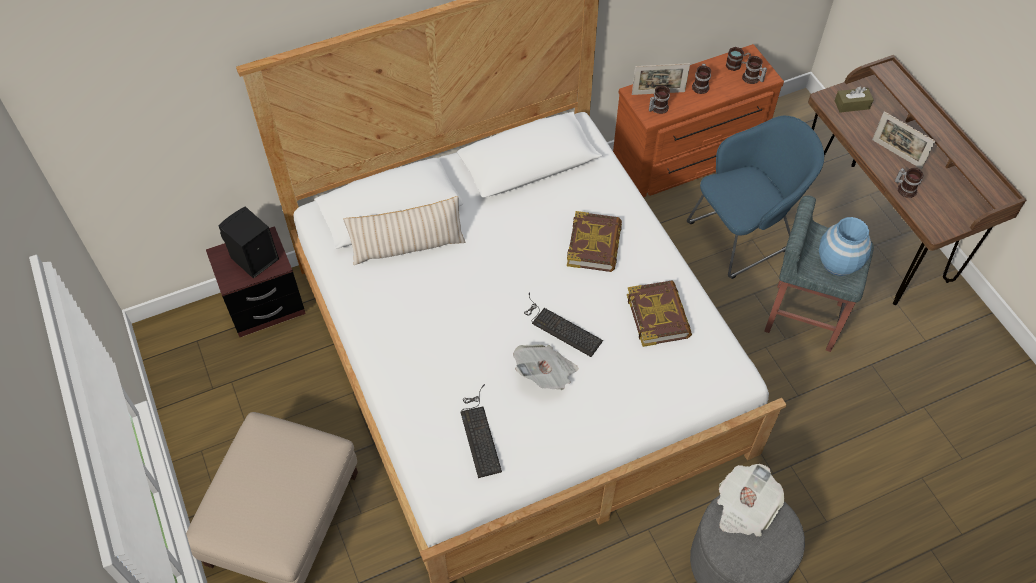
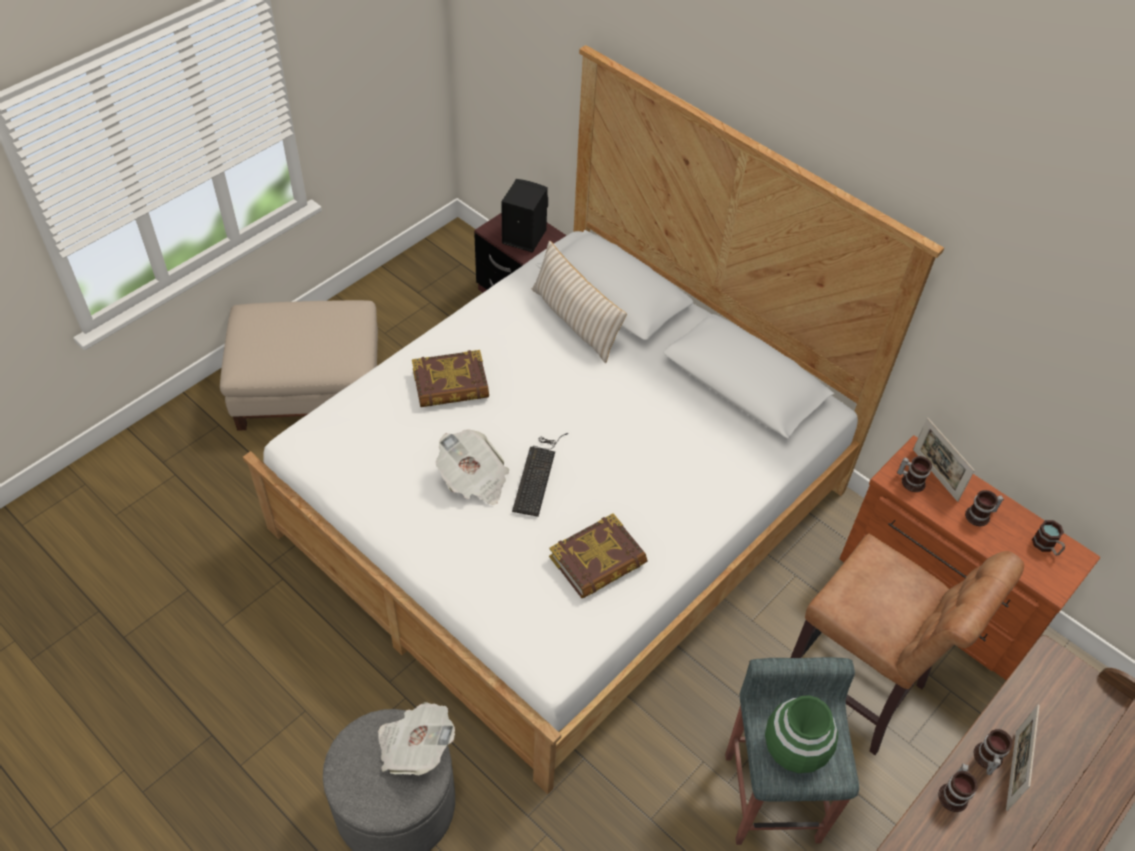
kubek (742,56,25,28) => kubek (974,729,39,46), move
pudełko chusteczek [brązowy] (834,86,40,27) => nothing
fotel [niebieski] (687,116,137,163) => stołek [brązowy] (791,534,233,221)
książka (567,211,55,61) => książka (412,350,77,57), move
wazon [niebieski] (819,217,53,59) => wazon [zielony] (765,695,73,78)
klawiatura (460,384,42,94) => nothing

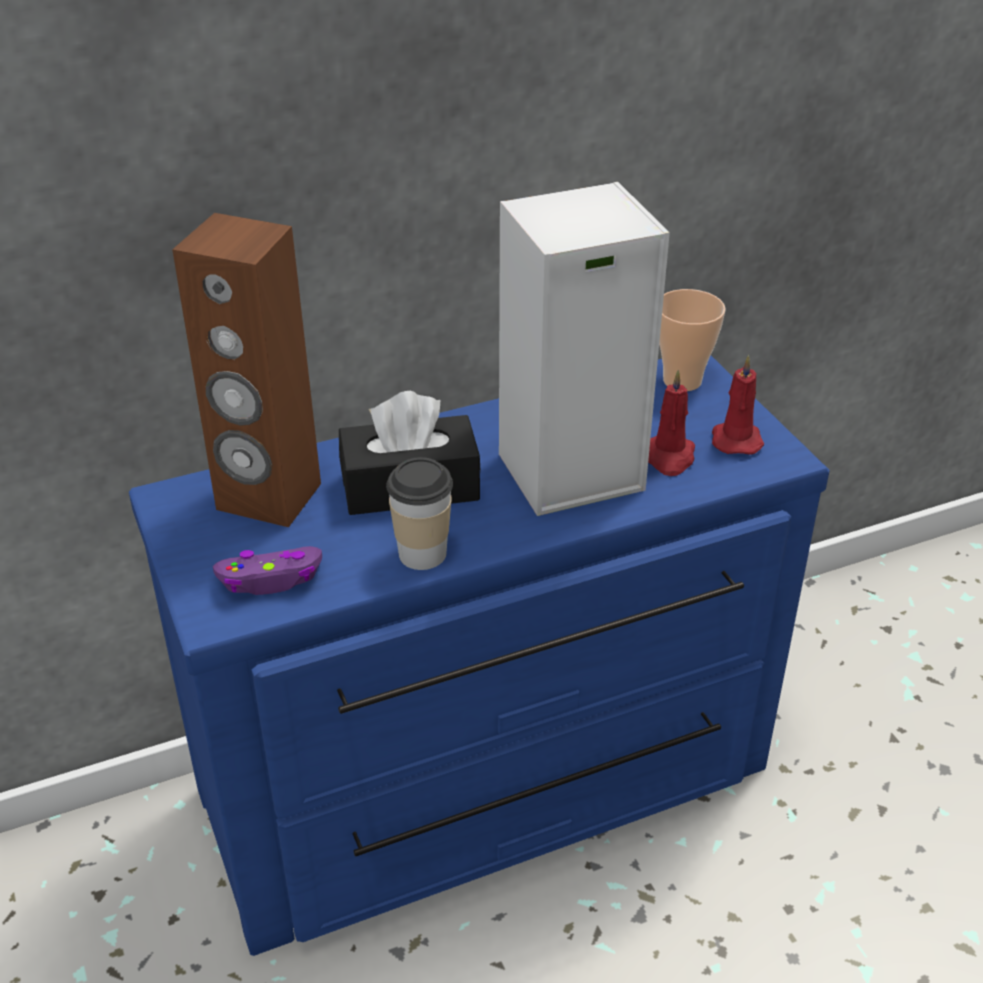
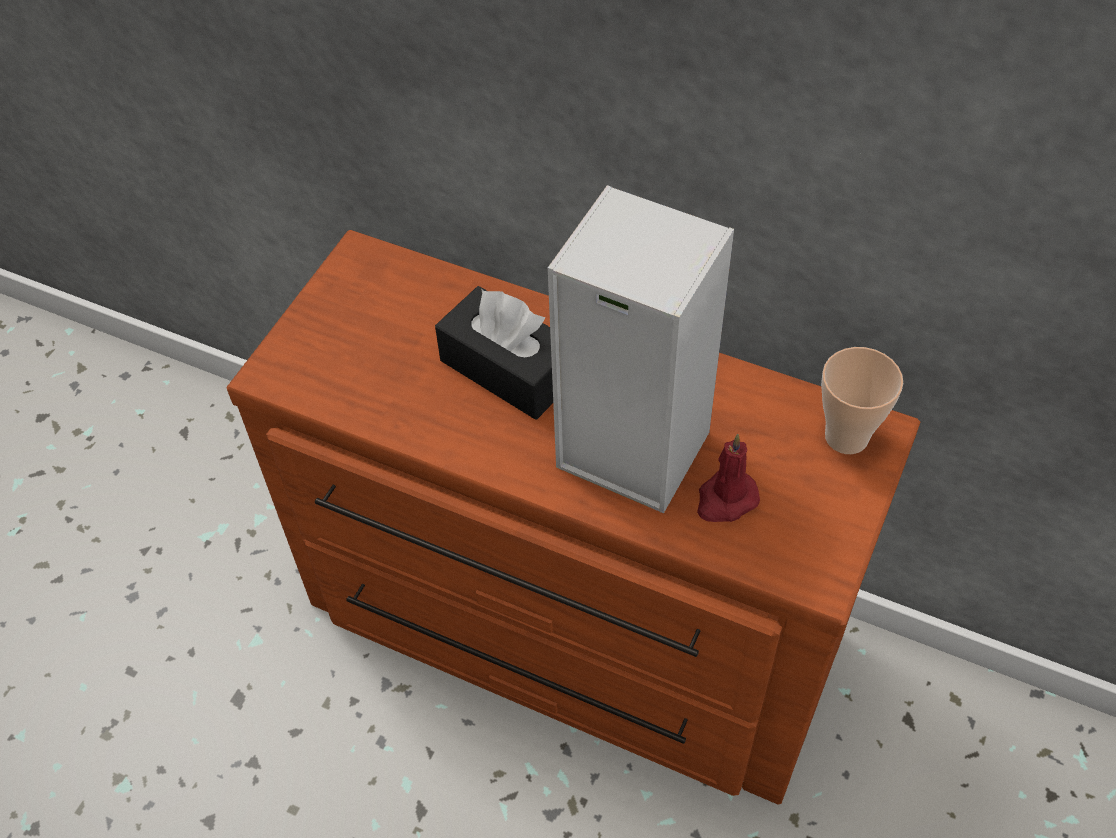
głośnik [brązowy] (172,213,149,314) => nothing
świeca [czerwony] (712,355,52,100) => nothing
komoda [niebieski] (129,356,701,600) => komoda [brązowy] (226,230,694,574)
filiżanka (386,457,67,113) => nothing
pad do gier [fioletowy] (213,546,109,49) => nothing

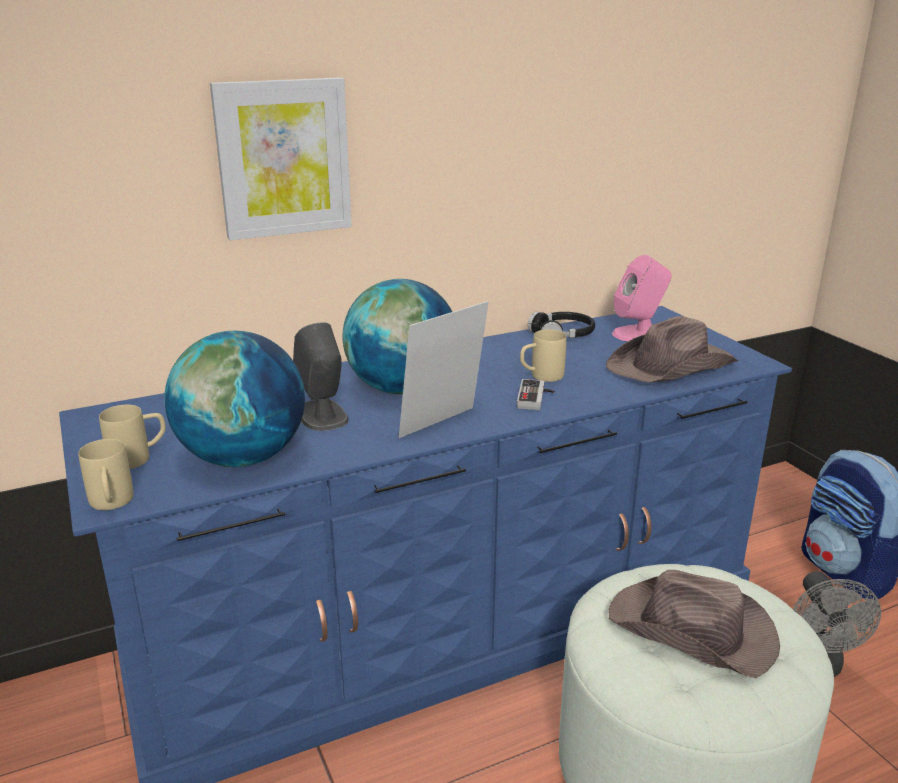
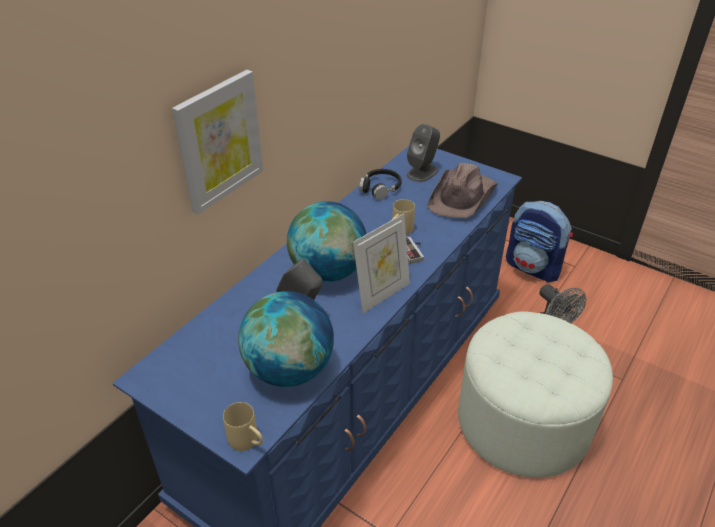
głośnik [różowy] (612,255,60,86) => głośnik [szary] (407,124,33,58)
ramka na zdjęcie (399,301,90,137) => ramka na zdjęcie (353,214,57,99), 150 degrees counterclockwise
kubek [beżowy] (99,405,67,64) => nothing
kapelusz [brązowy] (609,570,171,108) => nothing

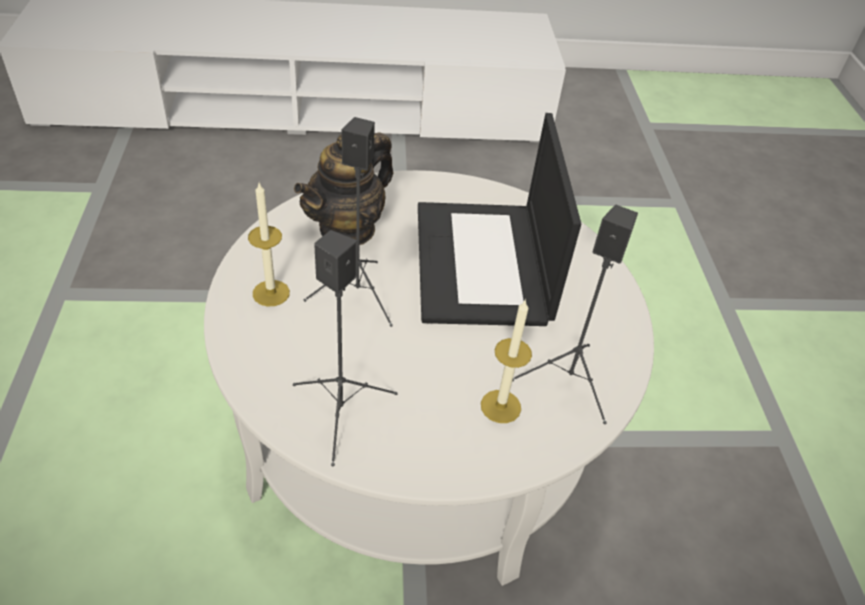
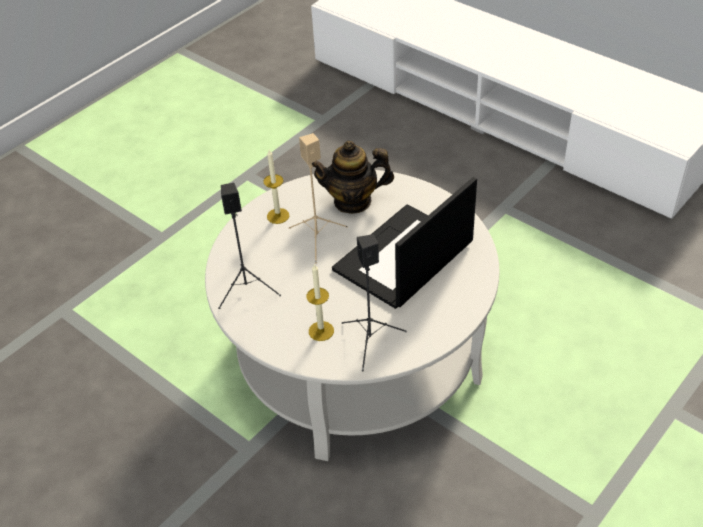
głośnik [czarny] (304,117,89,210) => głośnik [beżowy] (289,133,59,131)

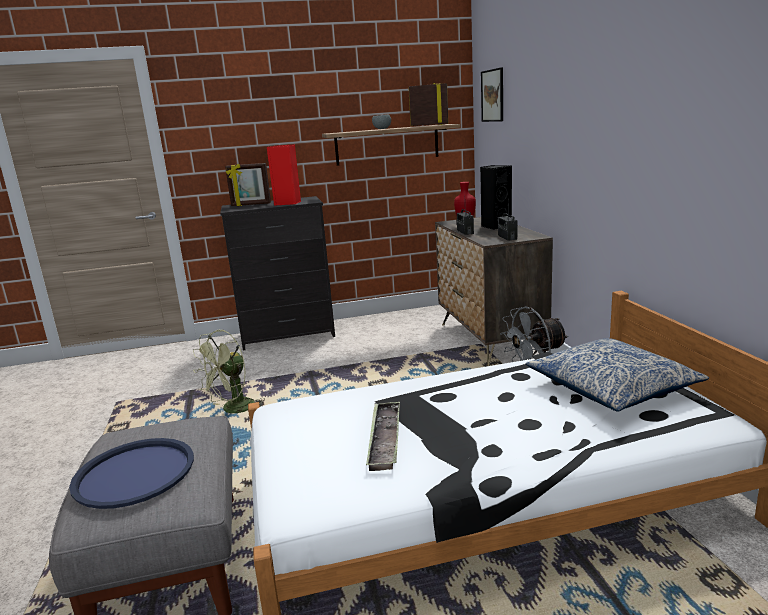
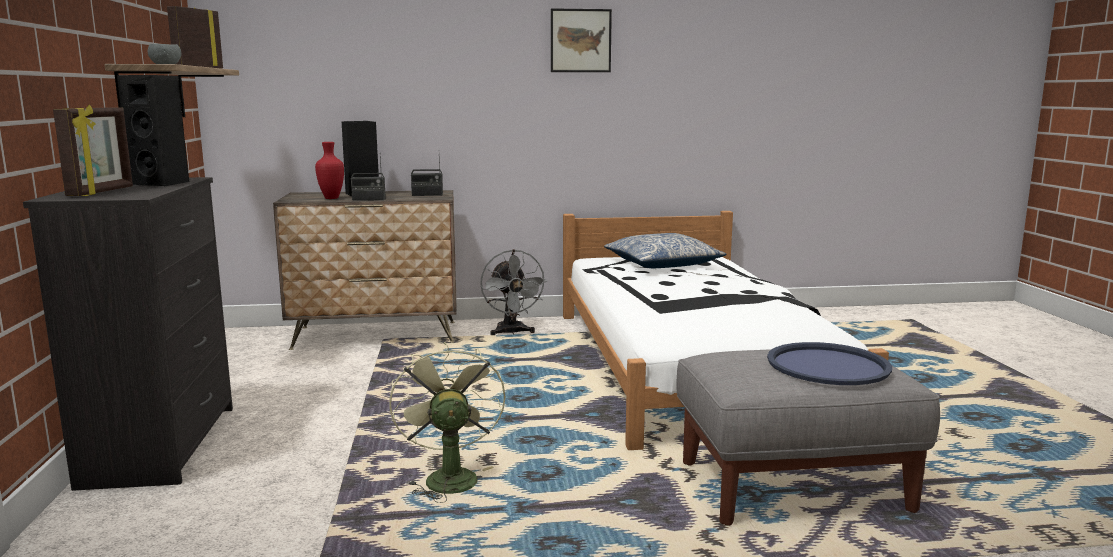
obraz (481,67,22,55) => obraz (551,8,61,64), move
głośnik [czerwony] (267,144,34,62) => głośnik [czarny] (117,75,72,111)
wentylator [zielony] (193,330,72,83) => wentylator [zielony] (389,342,117,161), 150 degrees counterclockwise
taca (366,402,34,69) => nothing

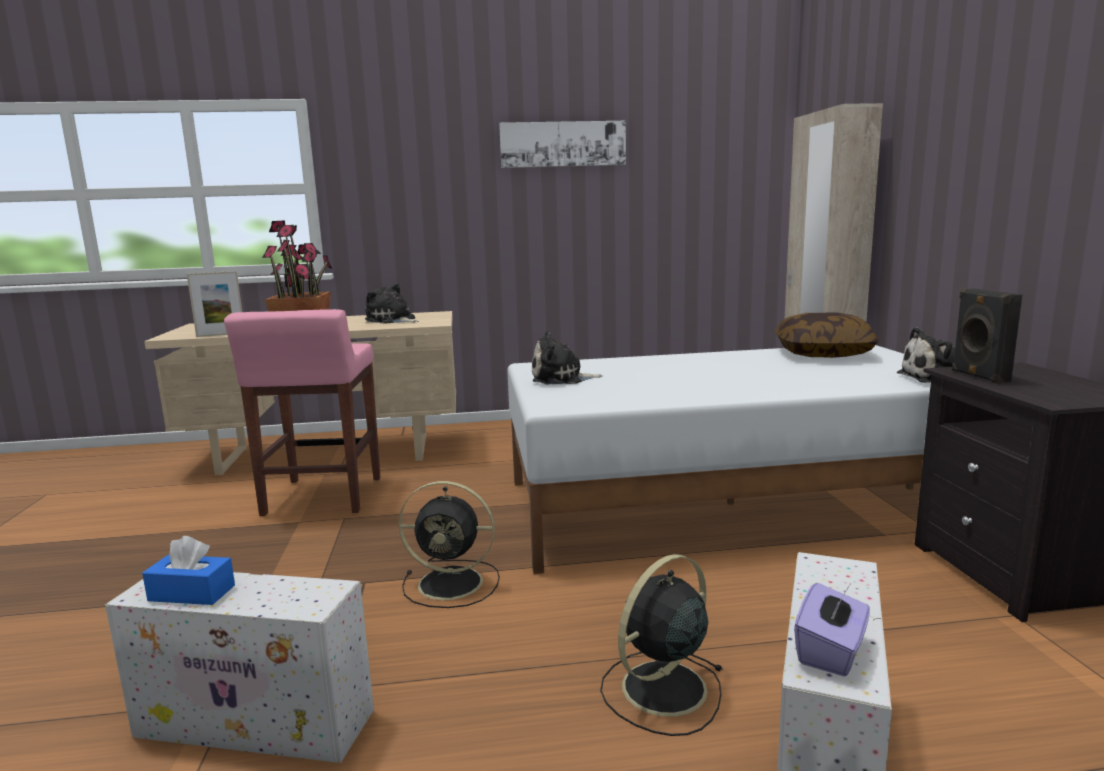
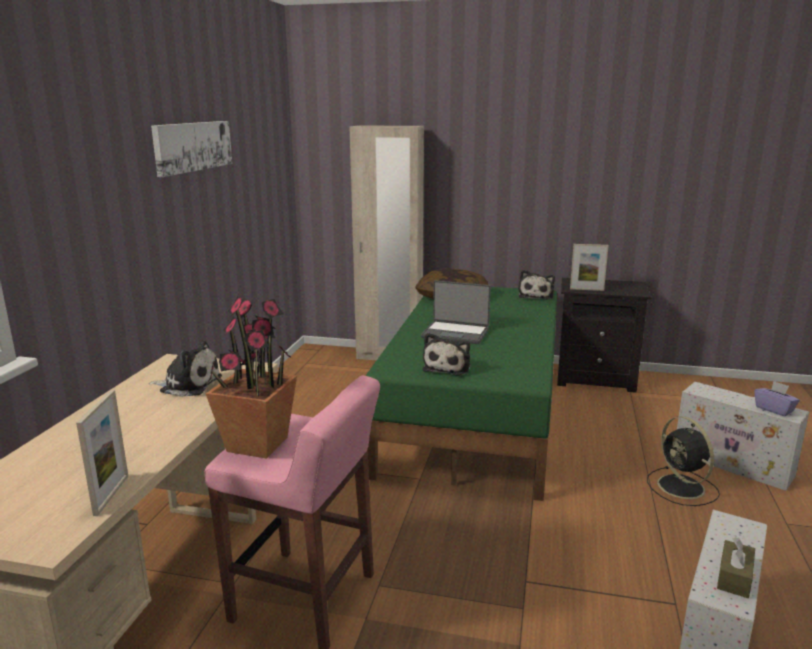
pluszak (365,283,54,41) => pluszak (148,341,74,56), 135 degrees counterclockwise
głośnik [czarny] (952,288,70,96) => ramka na zdjęcie (570,244,39,47)
łóżko [biały] (507,345,424,229) => łóżko [zielony] (366,287,191,214)
wentylator [czarny] (399,481,101,127) => nothing
pudełko chusteczek [niebieski] (142,536,93,69) => pudełko chusteczek [brązowy] (717,537,38,61)
nothing => laptop (421,280,70,64)

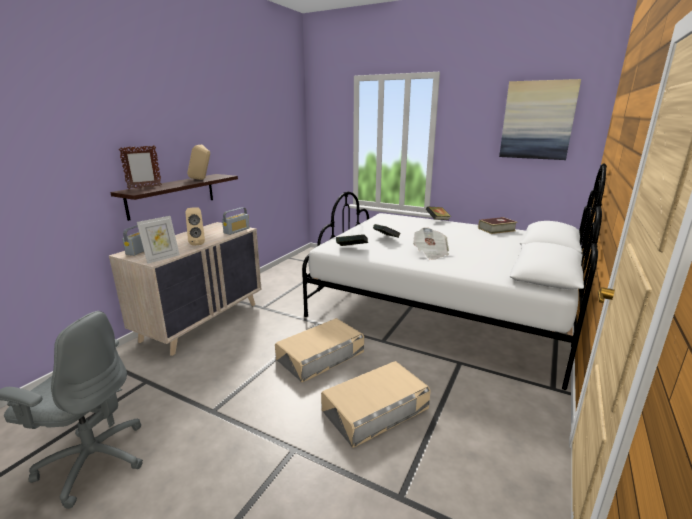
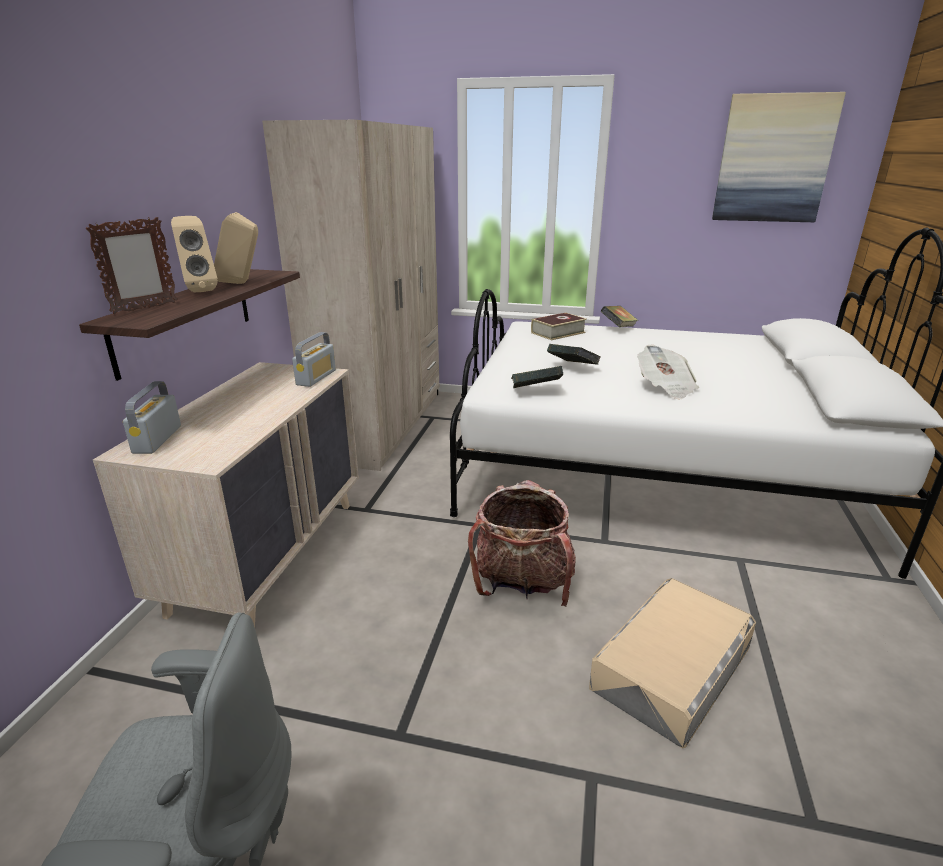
głośnik [beżowy] (186,207,19,39) => głośnik [beżowy] (171,216,47,76), move
ramka na zdjęcie (137,216,43,48) => nothing
książka (478,217,39,17) => książka (531,313,56,27), move
pojemnik do przechowywania [beżowy] (275,318,89,64) => plecak (468,480,108,127)
nothing => szafa [beżowy] (262,120,177,351)

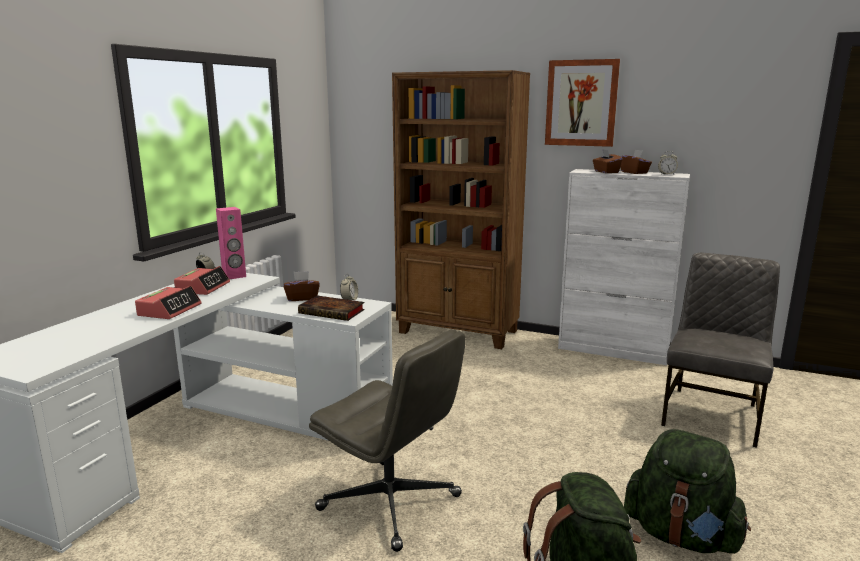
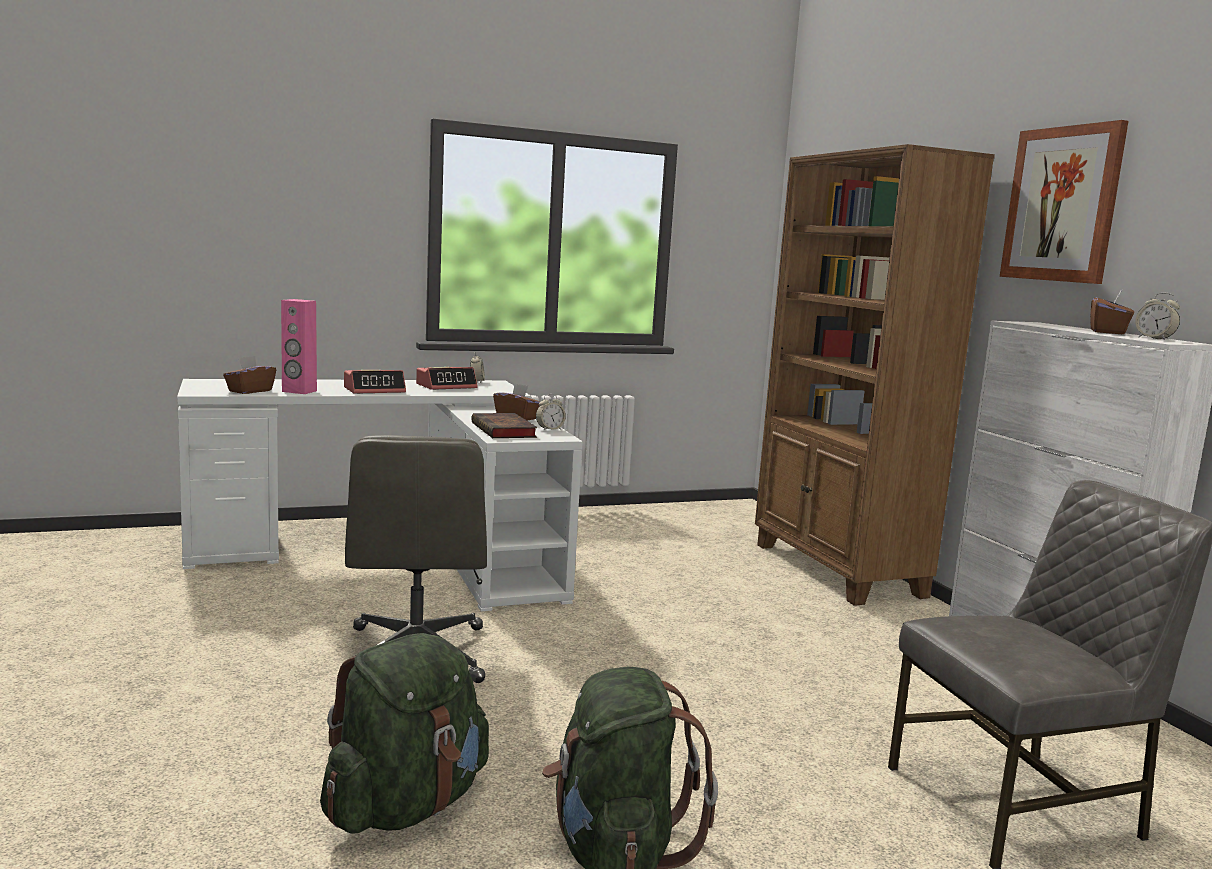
pudełko chusteczek [brązowy] (593,150,30,23) => pudełko chusteczek [brązowy] (223,356,53,38), move
głośnik [różowy] (216,207,30,72) => głośnik [różowy] (281,299,36,95), move

